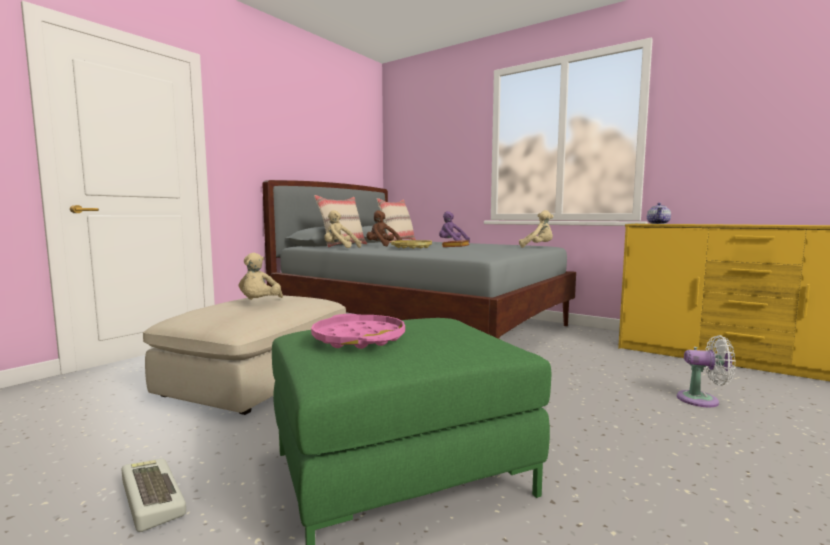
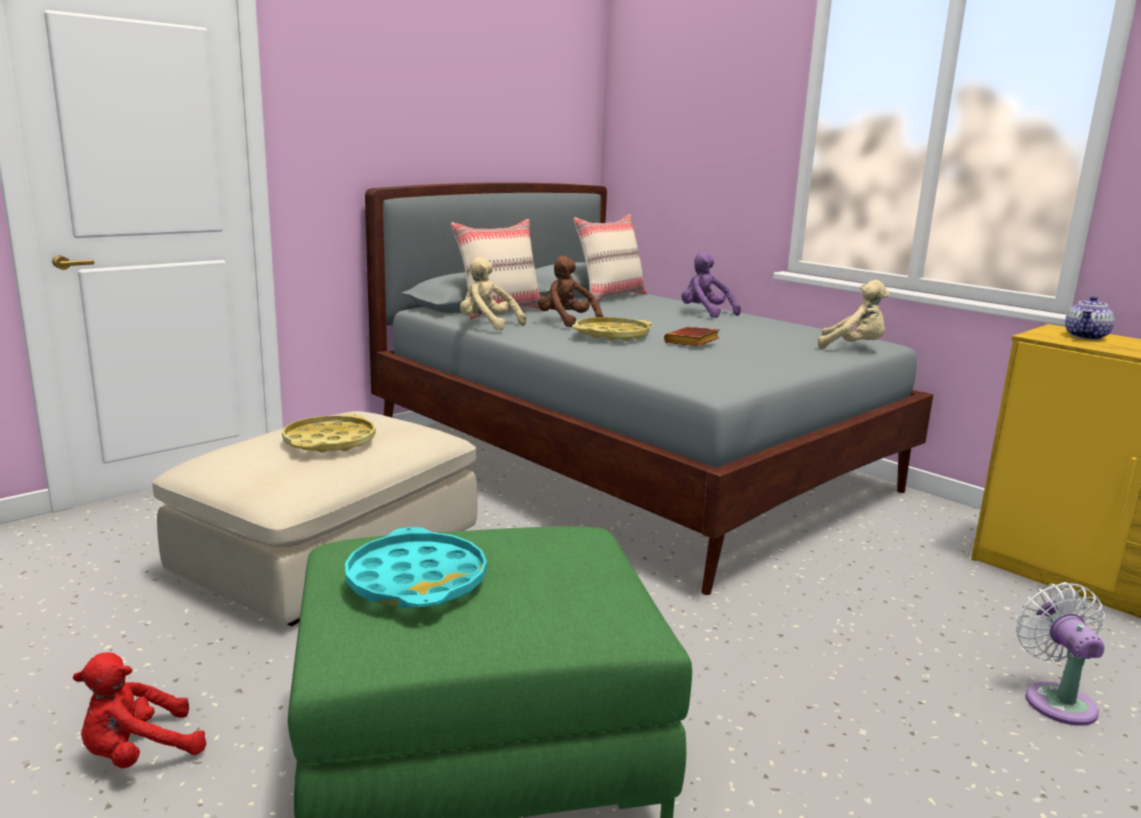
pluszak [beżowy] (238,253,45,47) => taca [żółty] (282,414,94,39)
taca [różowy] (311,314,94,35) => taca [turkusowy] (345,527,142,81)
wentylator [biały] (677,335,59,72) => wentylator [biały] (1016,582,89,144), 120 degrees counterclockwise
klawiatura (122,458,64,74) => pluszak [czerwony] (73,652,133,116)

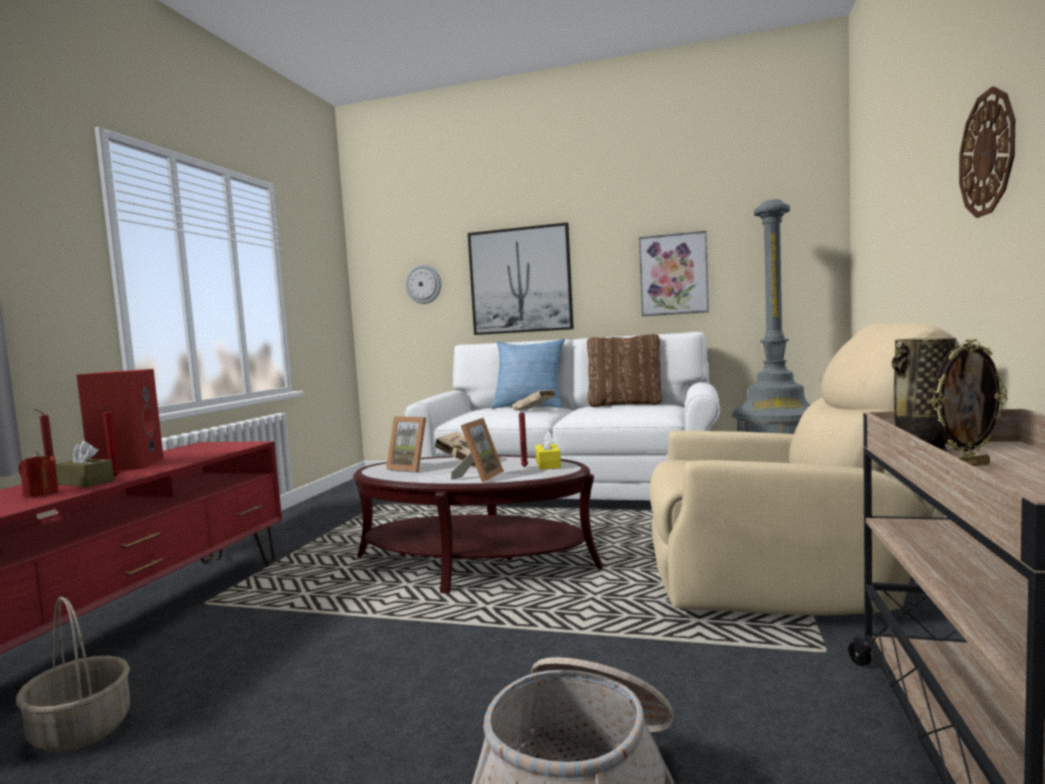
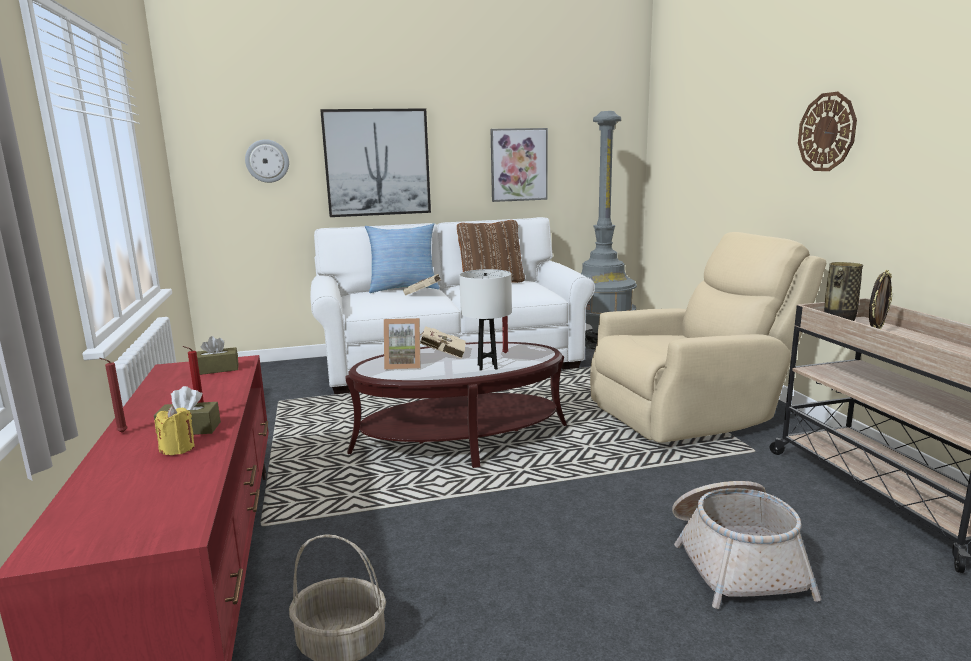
głośnik [czerwony] (77,369,87,102) => nothing
ramka na zdjęcie (451,418,53,64) => lampa stołowa [biały] (459,269,53,102)
pudełko chusteczek [żółty] (535,432,26,38) => nothing
świeca [czerwony] (18,452,41,45) => świeca [żółty] (155,406,40,49)
nothing => pudełko chusteczek [brązowy] (196,336,43,39)

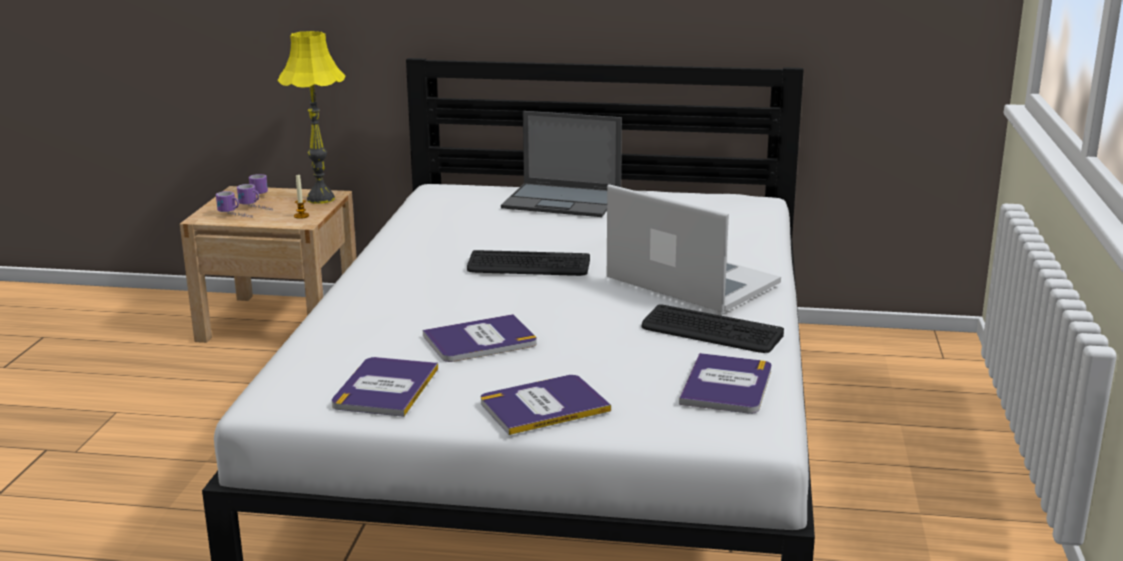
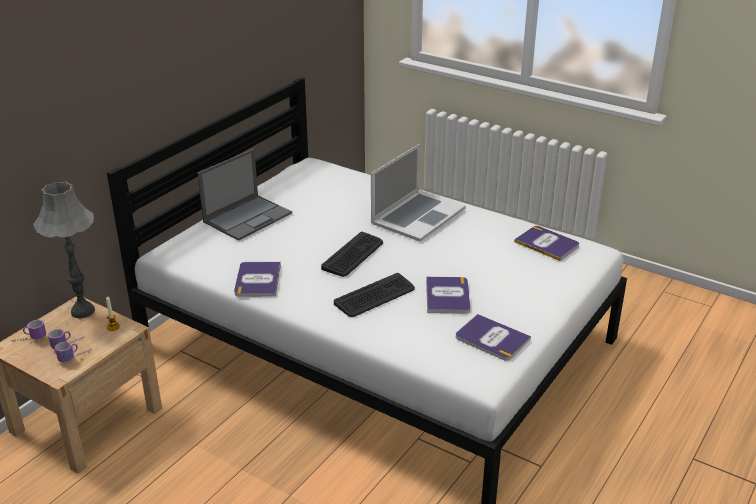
lampa stołowa [żółty] (277,31,68,173) => lampa stołowa [szary] (33,182,62,136)
laptop (607,184,174,128) => laptop (371,144,95,98), 150 degrees clockwise
klawiatura (642,304,142,49) => klawiatura (334,273,81,44), move
książka (481,375,130,60) => książka (234,262,47,34), move

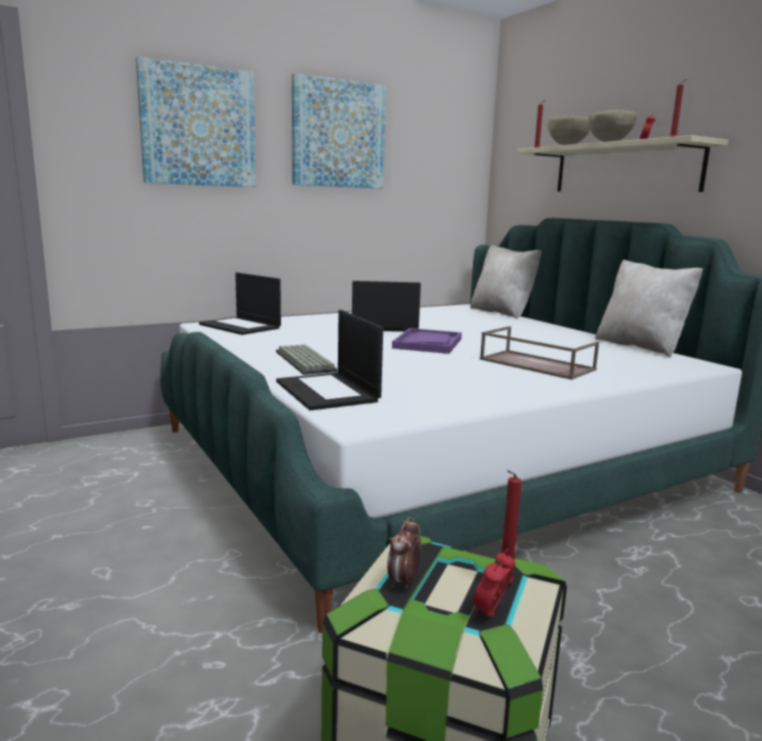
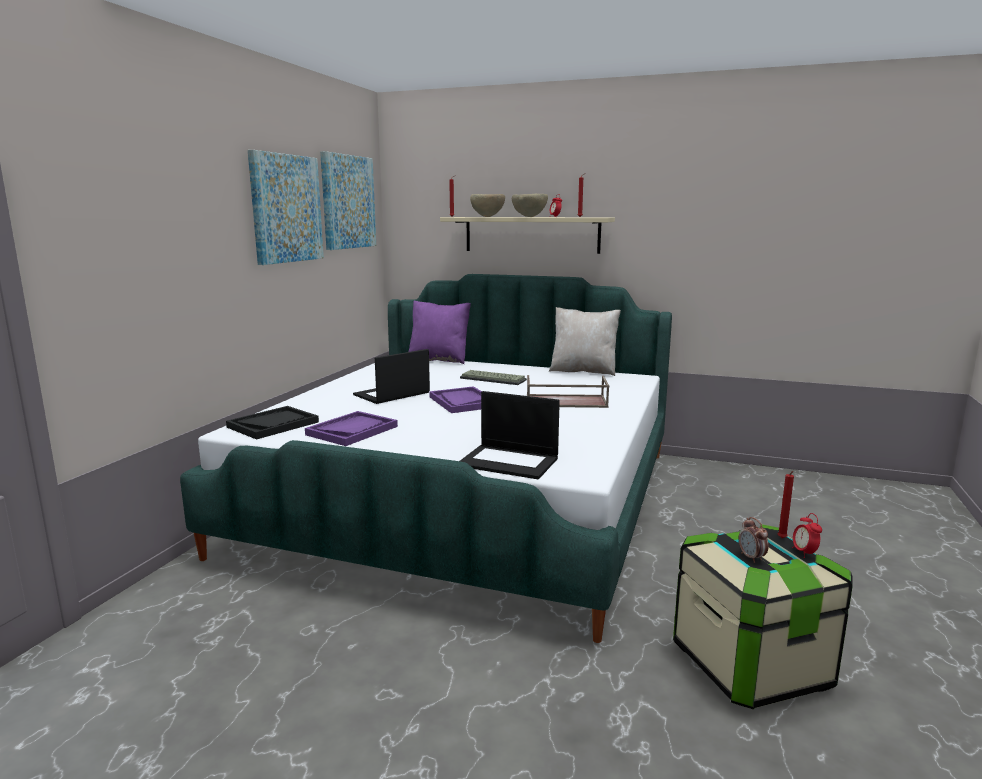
obraz (136,57,120,130) => obraz (320,151,56,99), move
poduszka [beżowy] (470,245,72,74) => poduszka [fioletowy] (409,300,62,64)
laptop (199,272,82,63) => taca [czarny] (226,406,93,33)
klawiatura (276,344,61,31) => klawiatura (460,370,67,15), move
nothing => taca [fioletowy] (305,411,93,35)

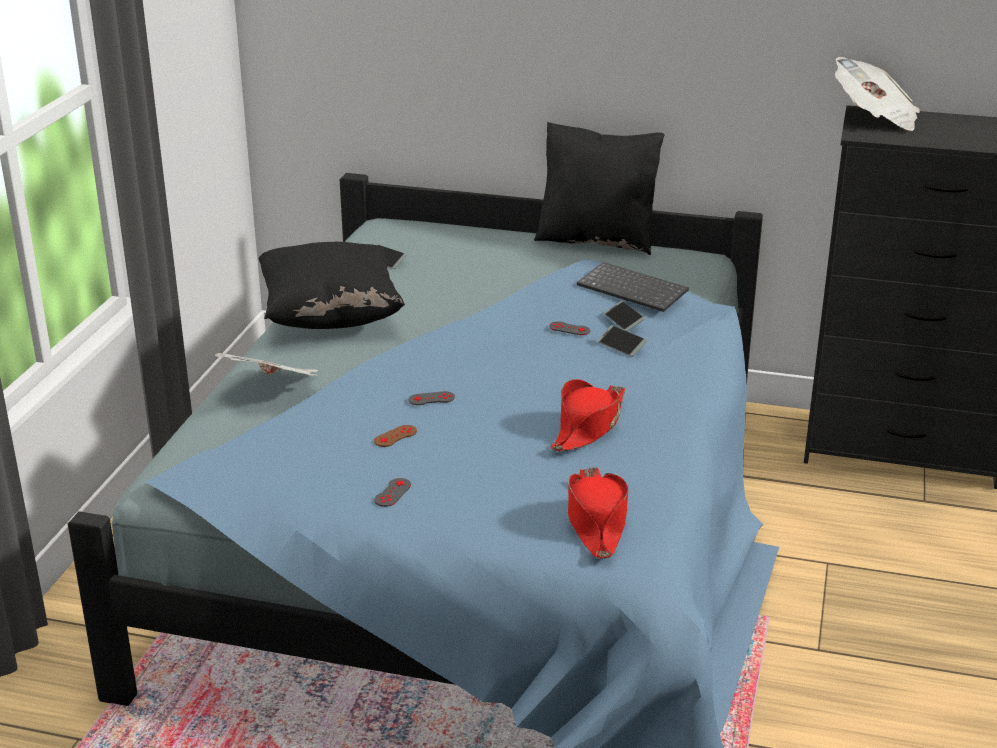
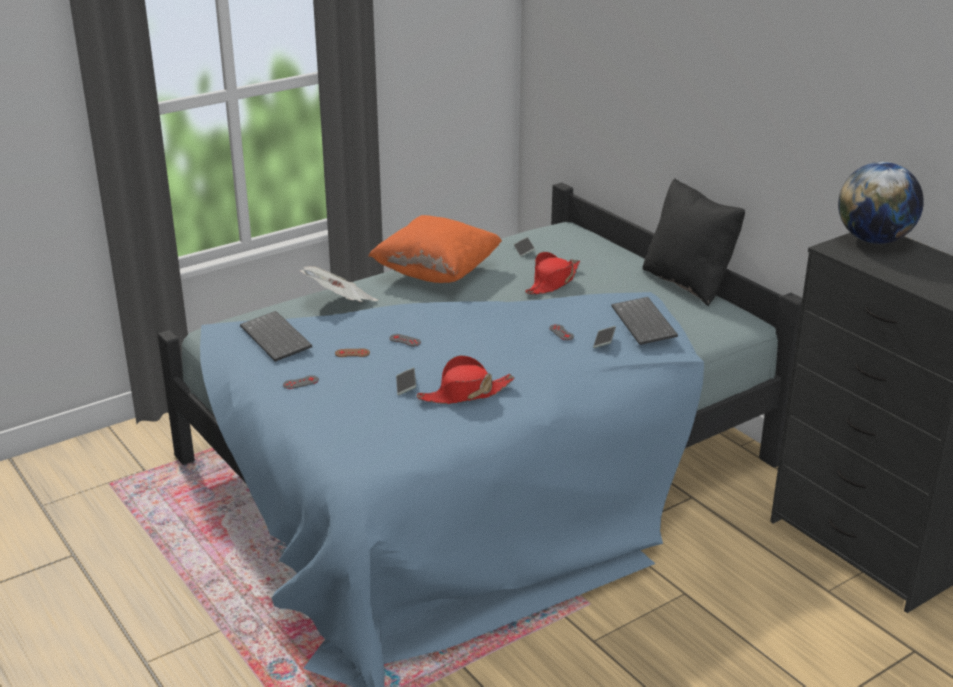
gazeta (835,57,85,74) => globus (838,162,86,82)
poduszka [czarny] (258,242,147,87) => poduszka [pomarańczowy] (368,215,134,68)
telefon (597,325,50,32) => telefon (396,367,20,29), move
kapelusz [czerwony] (568,467,61,92) => kapelusz [czerwony] (525,252,55,42), move
nothing => klawiatura (240,311,72,51)

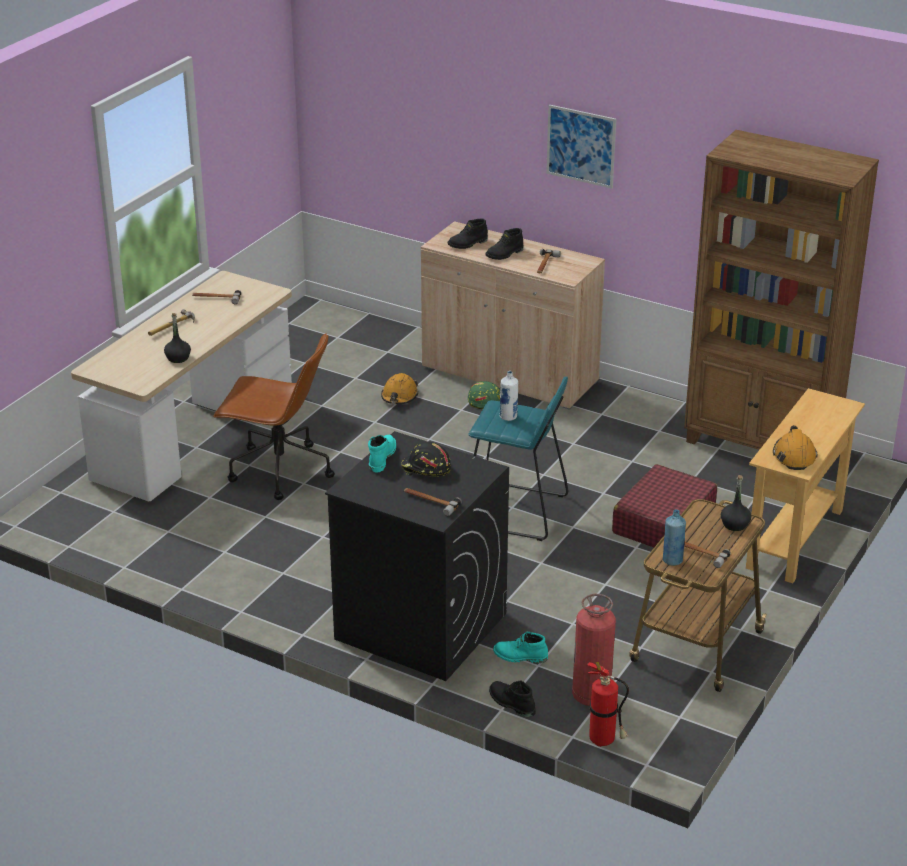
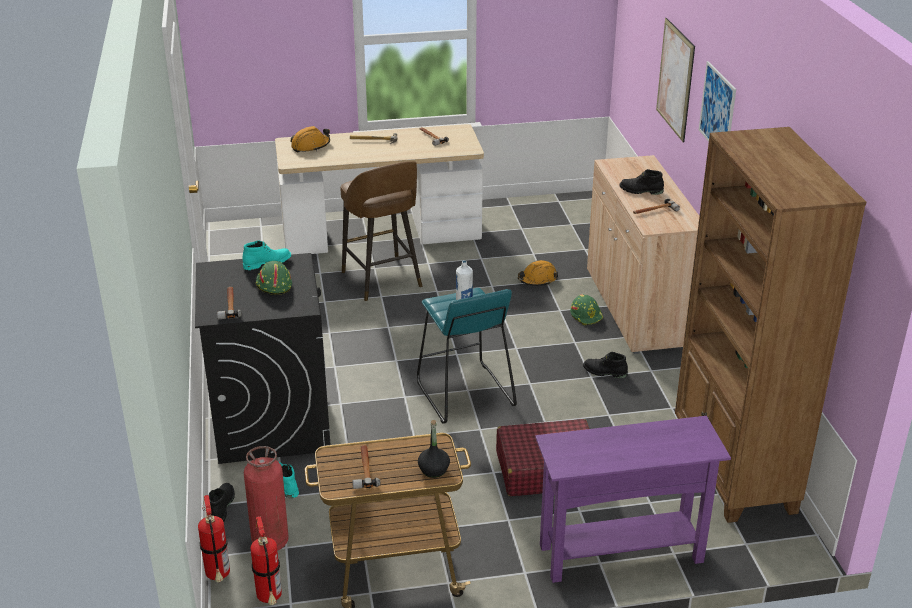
but z cholewką [czarny] (447,219,41,30) => but z cholewką [czarny] (583,352,45,26), move
butelka [czarny] (164,313,27,50) => nothing
krzesło biurowe [brązowy] (213,333,122,167) => stołek [brązowy] (341,161,81,140)
stolik konsolowy [beżowy] (746,388,119,195) => stolik konsolowy [fioletowy] (535,416,196,167)
kask [pomarańczowy] (773,425,45,45) => kask [pomarańczowy] (291,126,39,26), move
kask [czarny] (401,442,50,35) => kask [zielony] (256,261,36,34)
butelka [niebieski] (663,509,23,57) => nothing
nothing => obraz (656,18,39,125)
nothing => gaśnica (250,516,32,89)

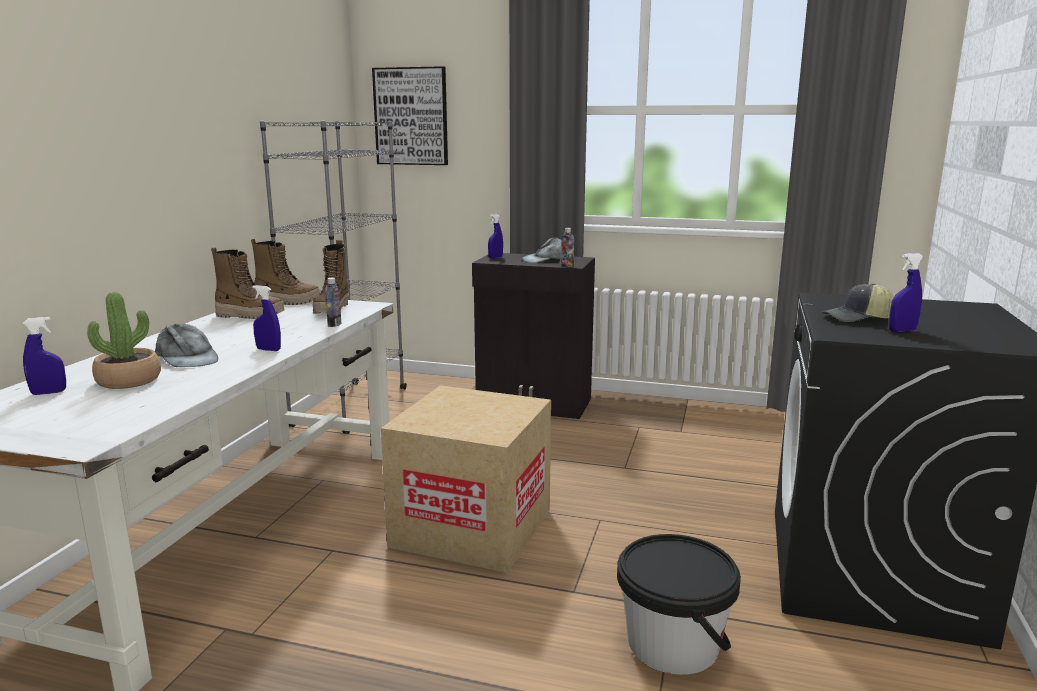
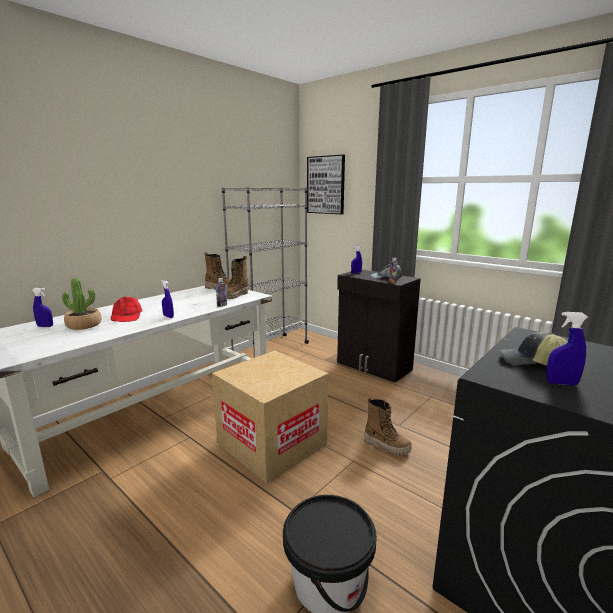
but z cholewką (211,247,74,72) => but z cholewką (364,397,48,58), move
czapka z daszkiem [szary] (155,323,63,44) => czapka z daszkiem [czerwony] (111,297,32,25)

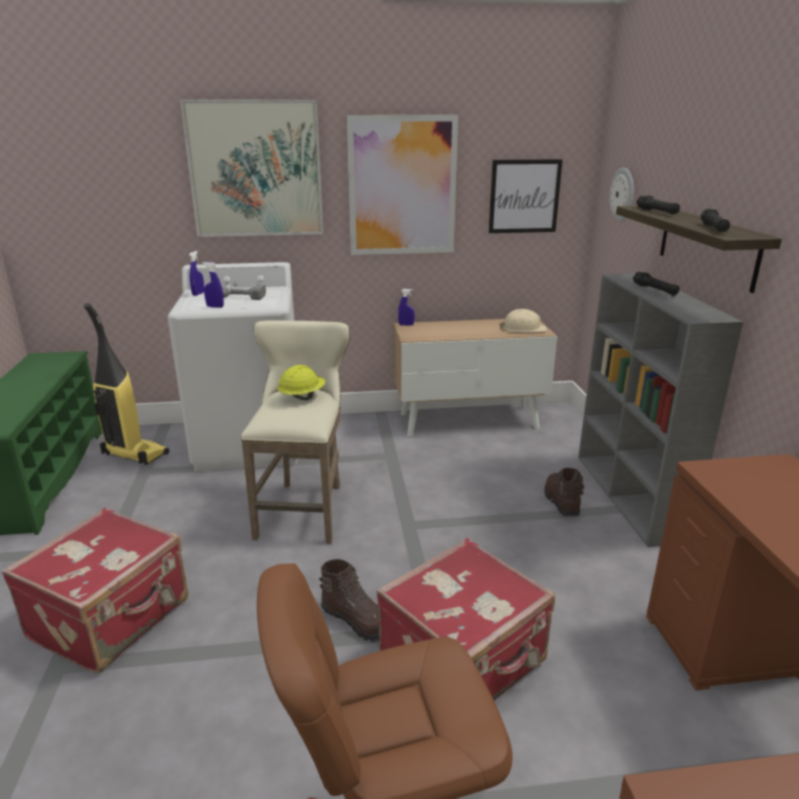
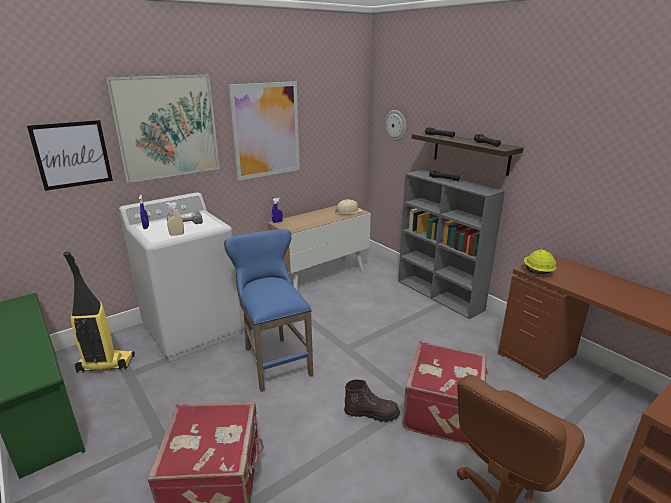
obraz (488,159,75,74) => obraz (27,120,86,71), move
spryskiwacz [niebieski] (203,262,21,46) => spryskiwacz [beżowy] (166,202,18,33)
stołek [beżowy] (241,320,109,224) => stołek [niebieski] (224,229,89,163)
kask [żółty] (278,365,47,35) => kask [żółty] (524,250,33,24), move
but z cholewką [brązowy] (544,468,40,49) => nothing

